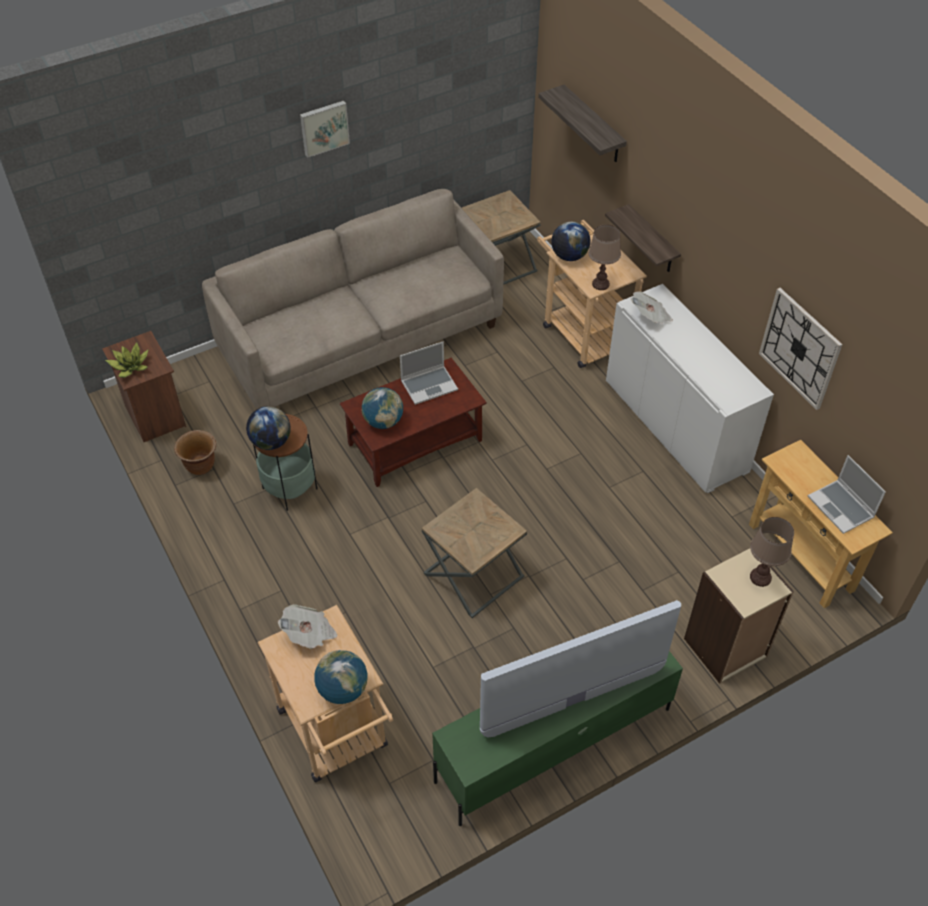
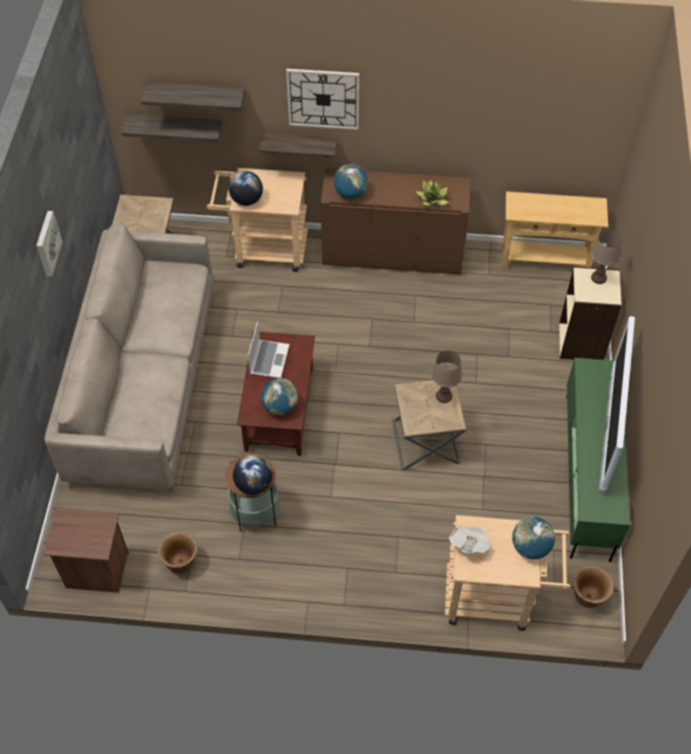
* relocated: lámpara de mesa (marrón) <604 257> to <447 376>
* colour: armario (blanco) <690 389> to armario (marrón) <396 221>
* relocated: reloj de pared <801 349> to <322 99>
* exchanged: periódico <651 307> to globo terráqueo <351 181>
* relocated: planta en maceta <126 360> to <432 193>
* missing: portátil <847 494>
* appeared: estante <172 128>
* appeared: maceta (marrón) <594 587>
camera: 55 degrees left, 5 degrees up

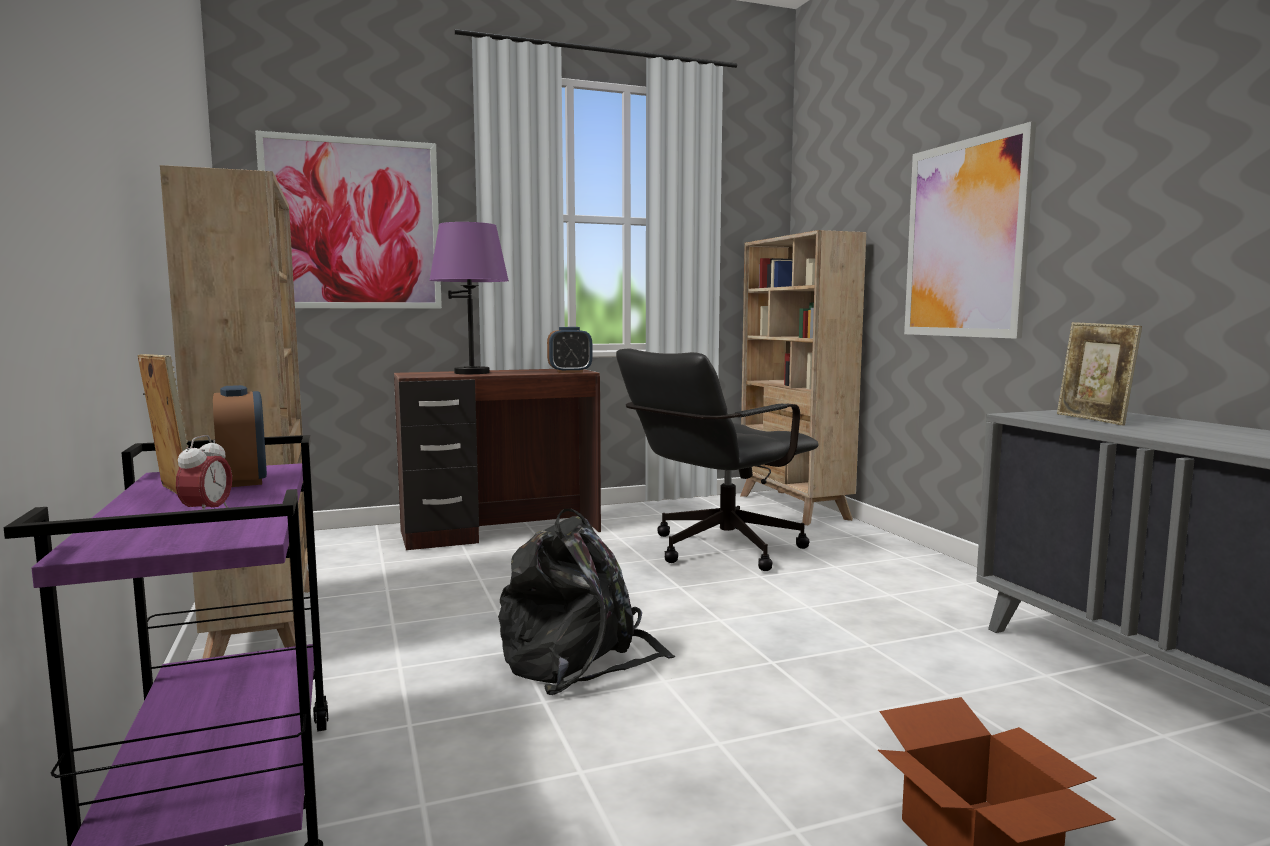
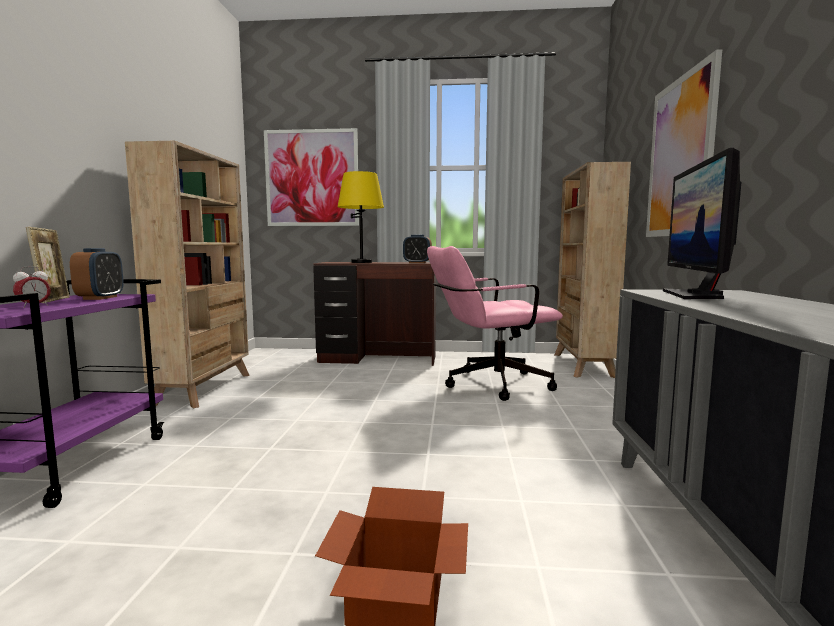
* colour: lámpara de mesa (morado) <469 298> to lámpara de mesa (amarillo) <361 217>
* exchanged: portarretratos <1099 374> to monitor <702 223>
* colour: silla de oficina (negro) <717 460> to silla de oficina (rosa) <495 323>
* missing: mochila (negro) <586 601>
camera: 25 degrees right, 0 degrees up

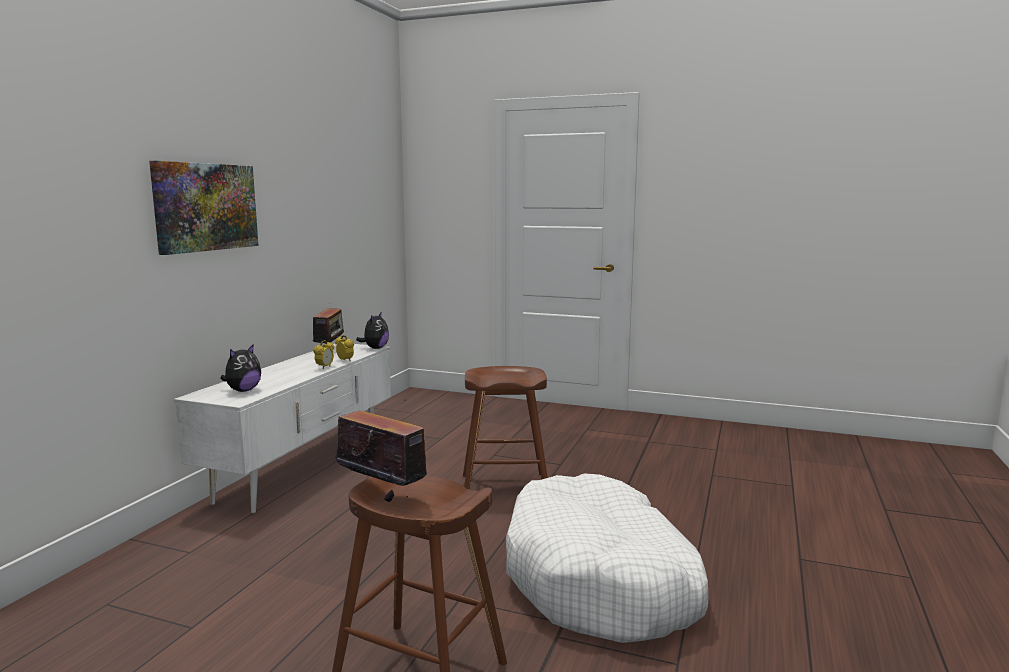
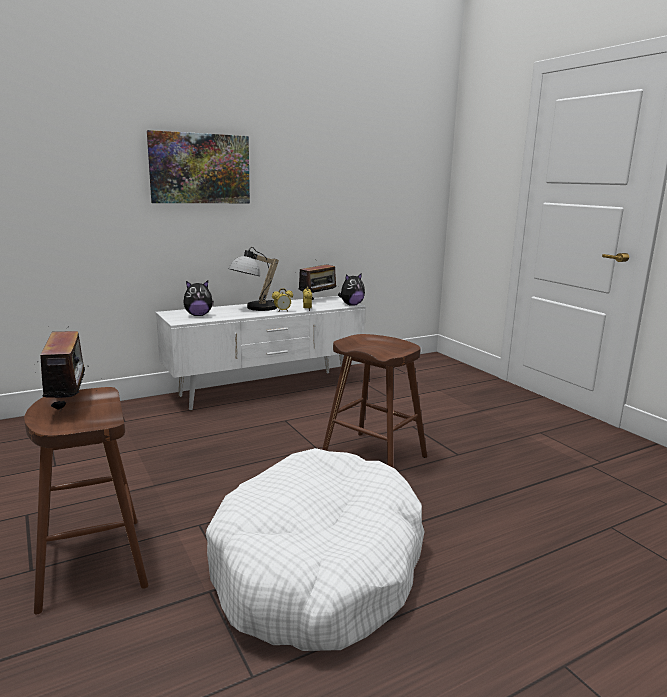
* appeared: lámpara de mesa <253 279>
camera: 40 degrees right, 5 degrees up

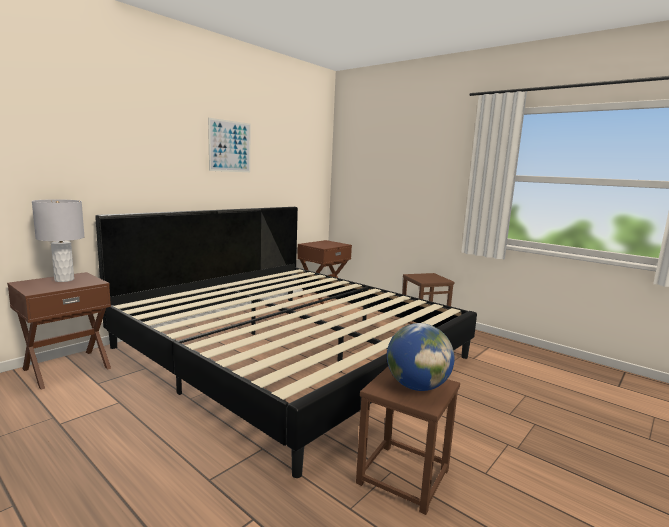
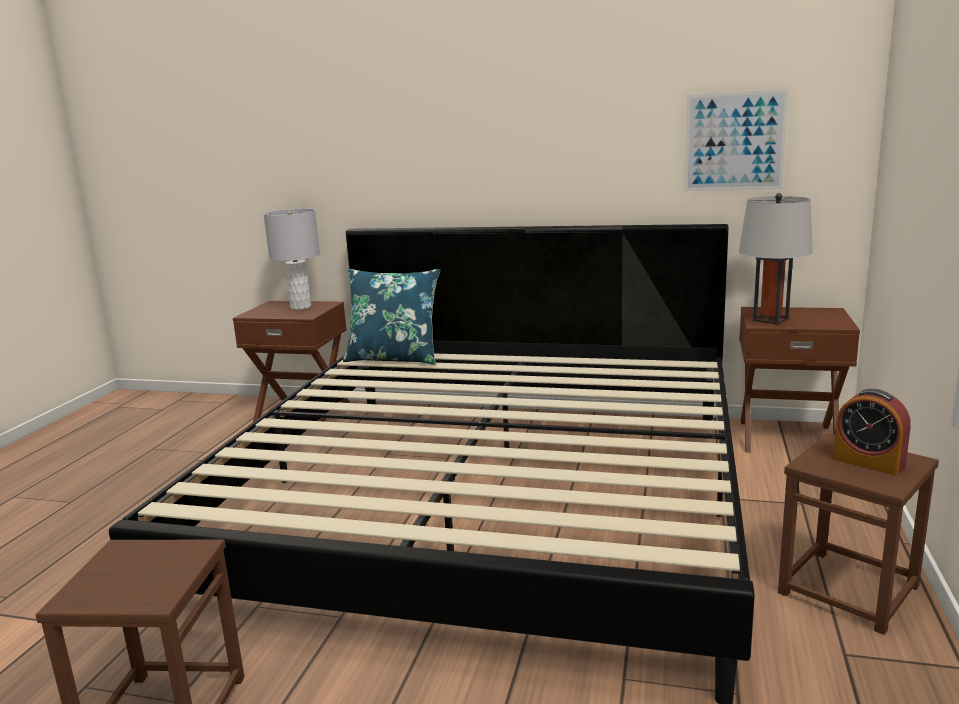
* relocated: cuadro <229 145> to <736 140>
* missing: globo terráqueo <420 357>
* appeared: lámpara de mesa (gris) <776 259>
* appeared: cojín (azul) <391 317>
* appeared: despertador <872 432>
camera: 65 degrees right, 5 degrees up

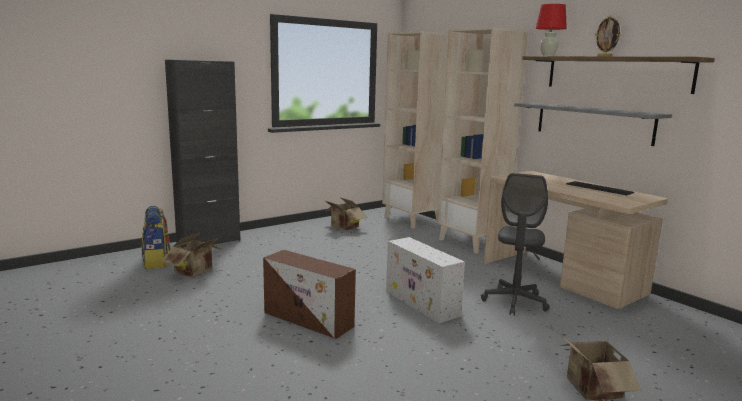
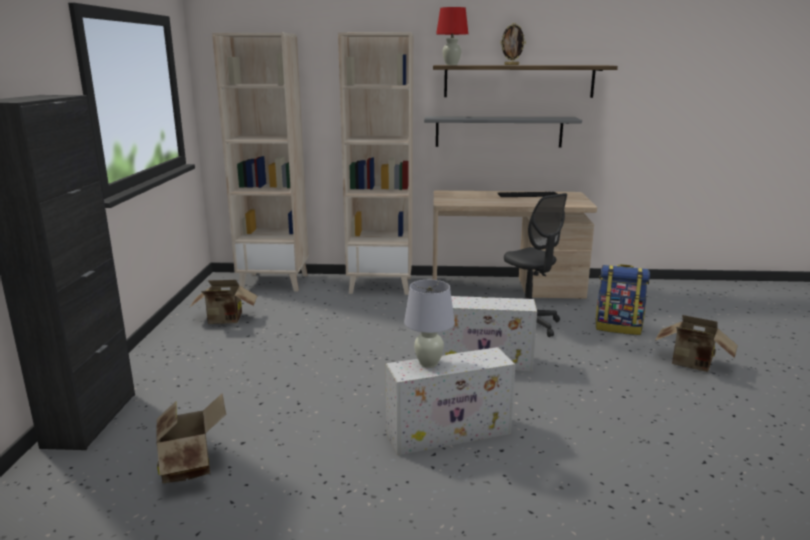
* relocated: mochila <156 237> to <622 299>
* colour: caja de almacenaje (marrón) <309 294> to caja de almacenaje (blanco) <450 401>
* appeared: lámpara de mesa (blanco) <429 324>
camera: 50 degrees left, 5 degrees up

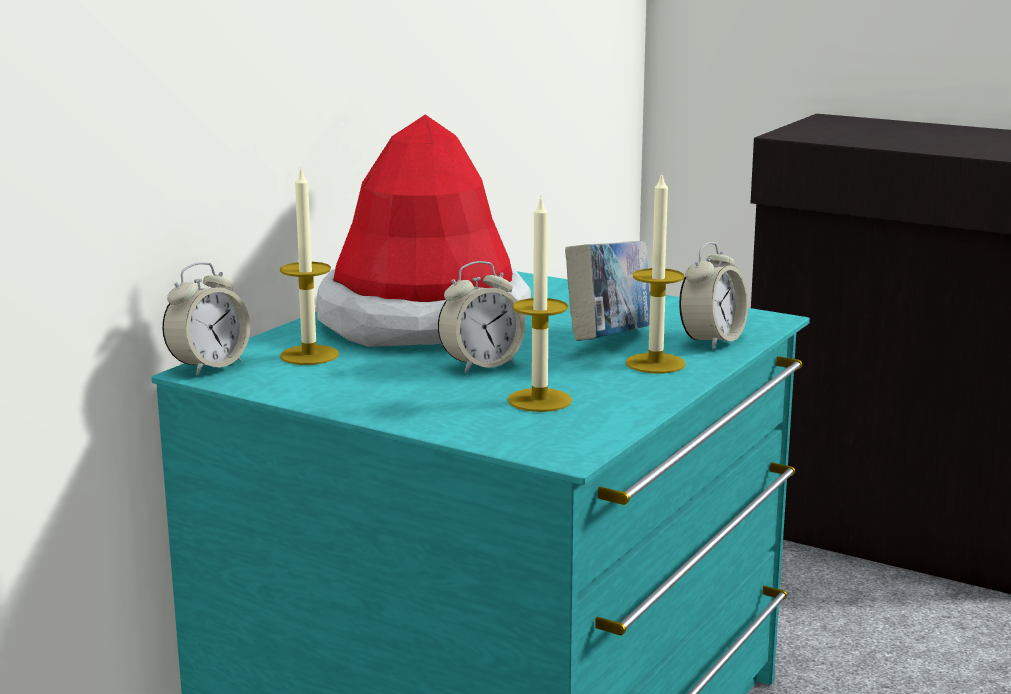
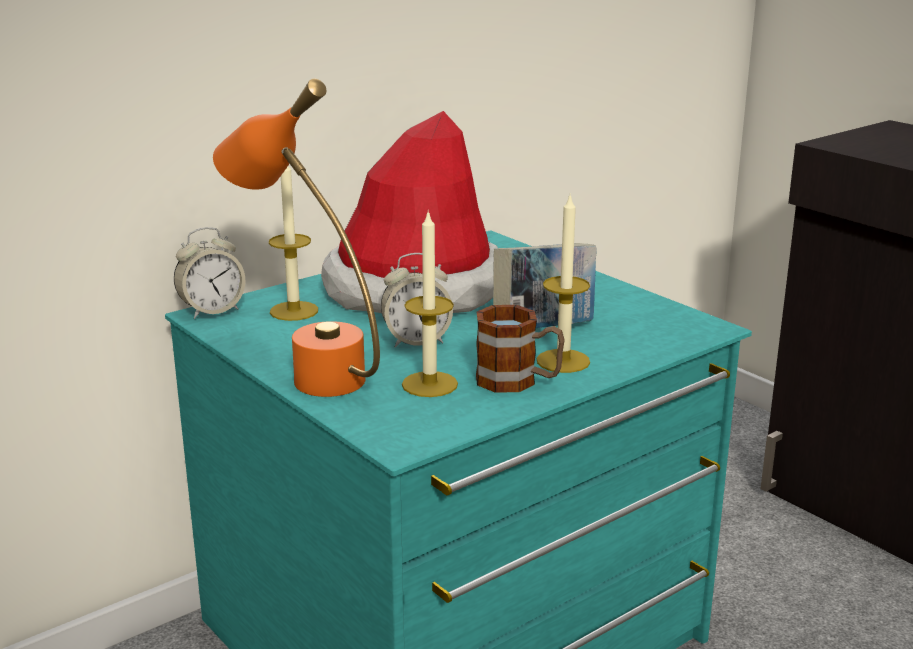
* missing: despertador <713 296>
* appeared: lámpara de mesa (naranja) <296 238>
* appeared: taza grande <520 349>
camera: 20 degrees right, 5 degrees up

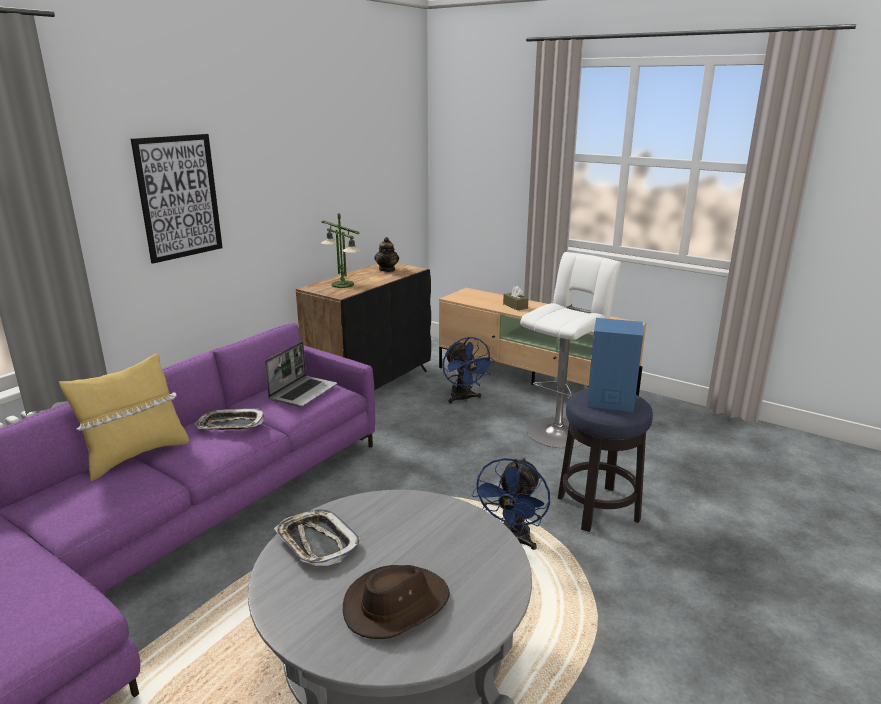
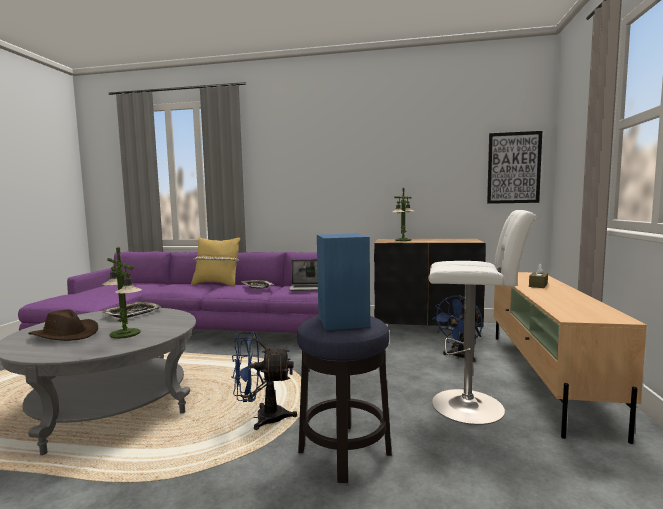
* relocated: cuadro <177 199> to <514 167>
* missing: tetera <386 254>
* appeared: lámpara de mesa <122 293>
camera: 65 degrees right, 15 degrees down

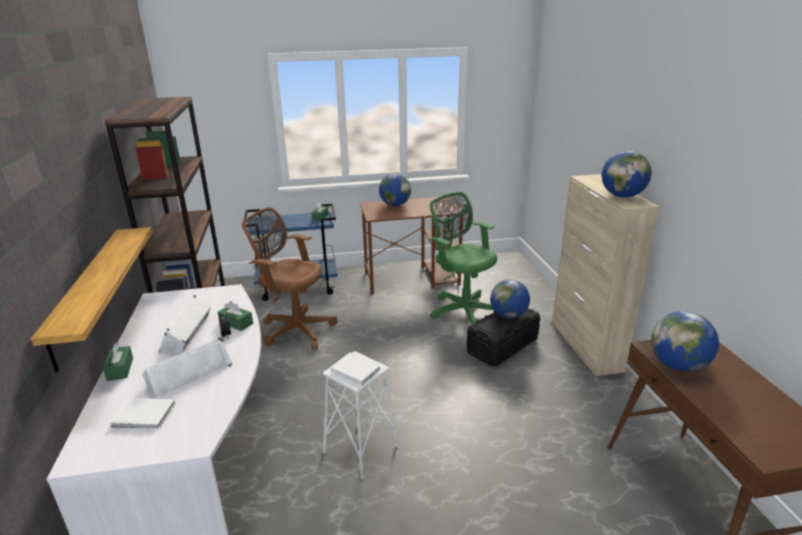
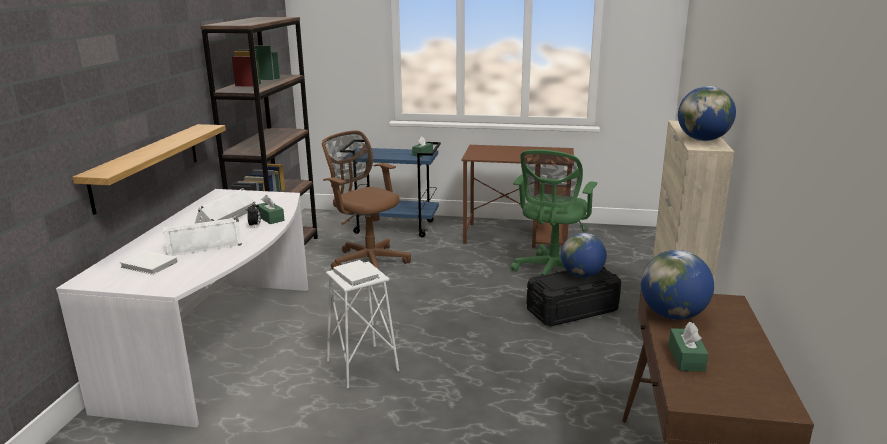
* missing: globo terráqueo <395 190>
* spun: silla de oficina (verde) <463 258> = <553 212> 135 degrees counterclockwise
* relocated: caja de pañuelos (verde) <118 362> to <688 347>
camera: 20 degrees right, 5 degrees down

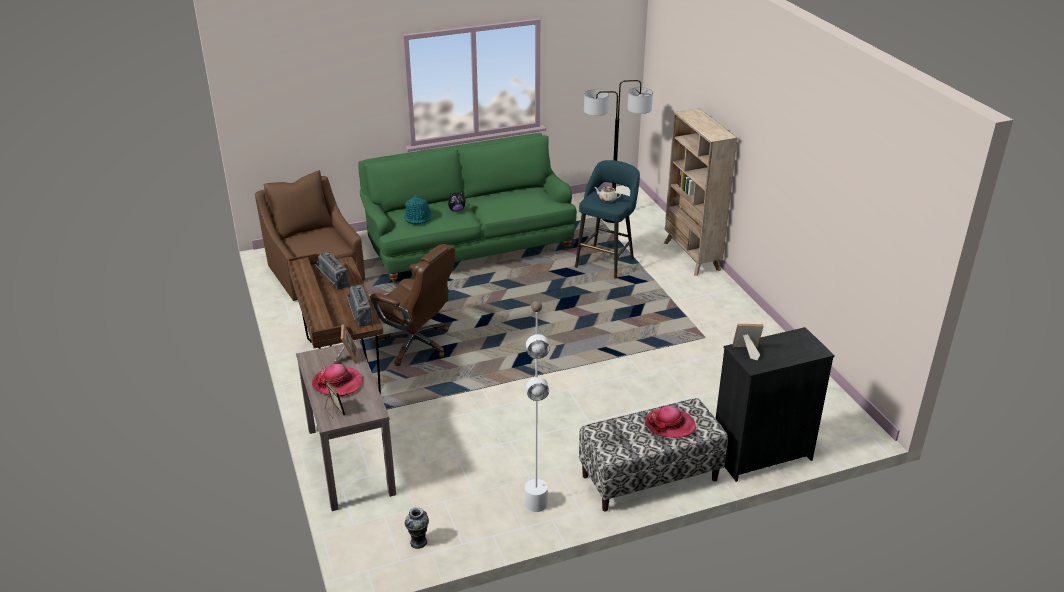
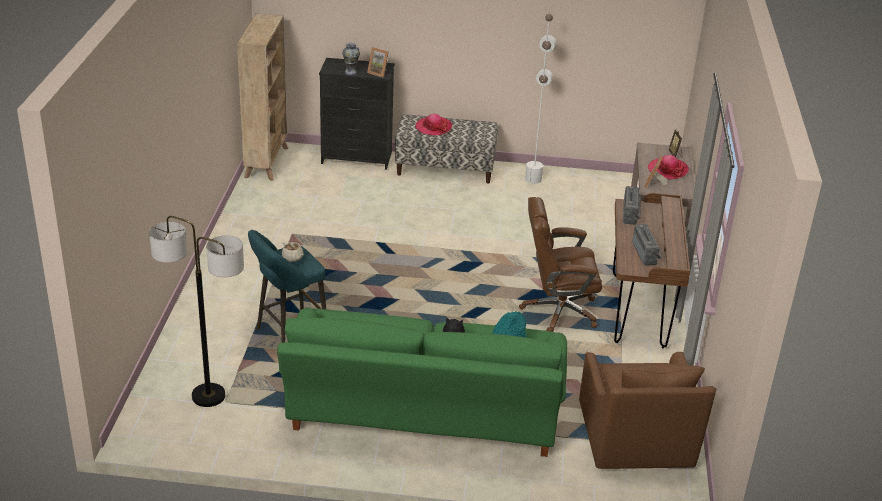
* relocated: estantería (beis) <700 192> to <262 97>
* spun: silla de oficina (marrón) <412 305> = <560 264> 60 degrees counterclockwise
* relocated: florero <417 528> to <351 59>
camera: 155 degrees left, 0 degrees up

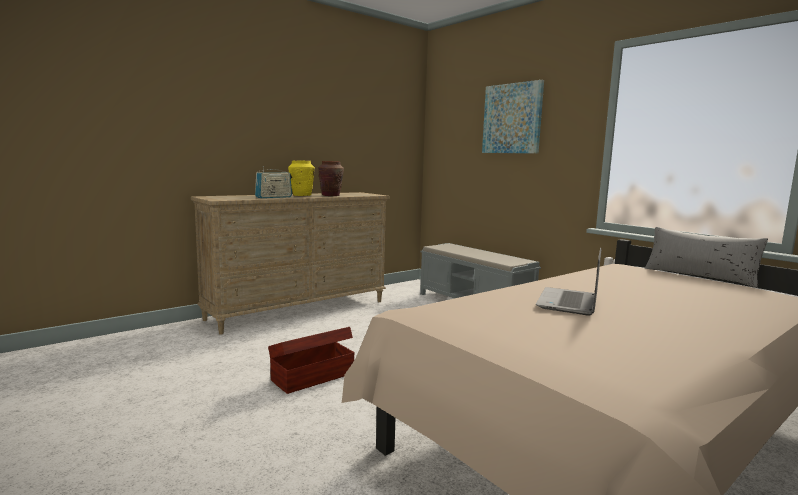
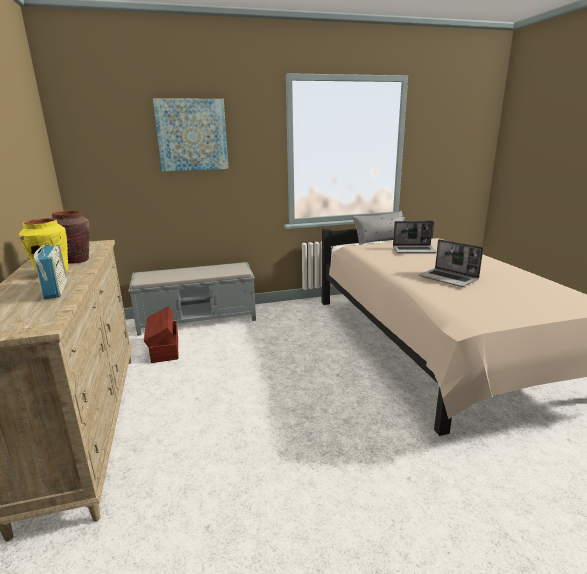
* relocated: caja de almacenaje (marrón) <311 360> to <161 334>
* appeared: portátil <415 237>
camera: 65 degrees left, 10 degrees up

